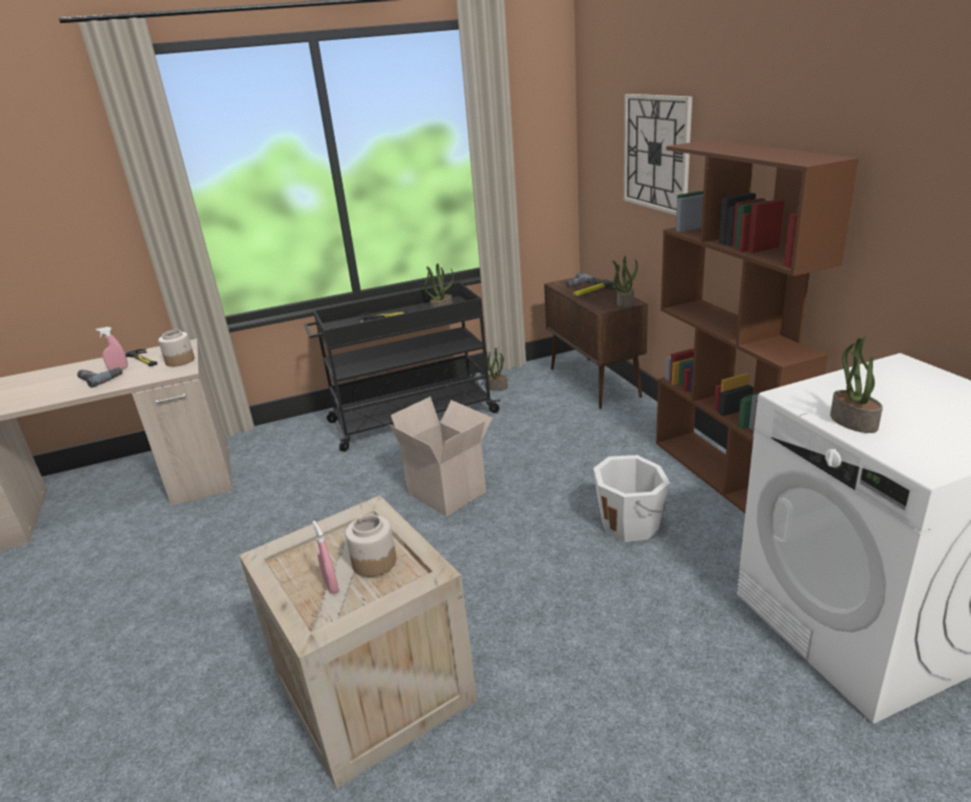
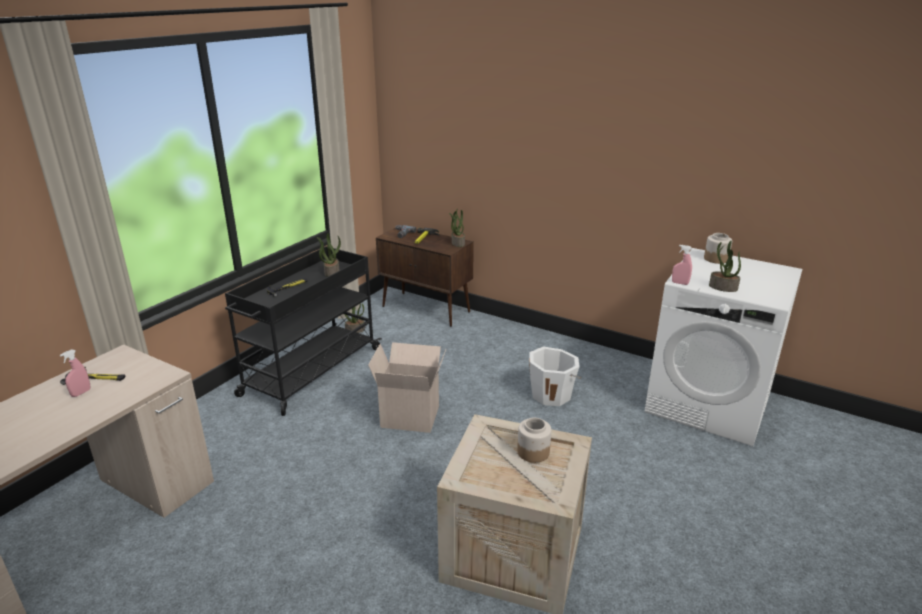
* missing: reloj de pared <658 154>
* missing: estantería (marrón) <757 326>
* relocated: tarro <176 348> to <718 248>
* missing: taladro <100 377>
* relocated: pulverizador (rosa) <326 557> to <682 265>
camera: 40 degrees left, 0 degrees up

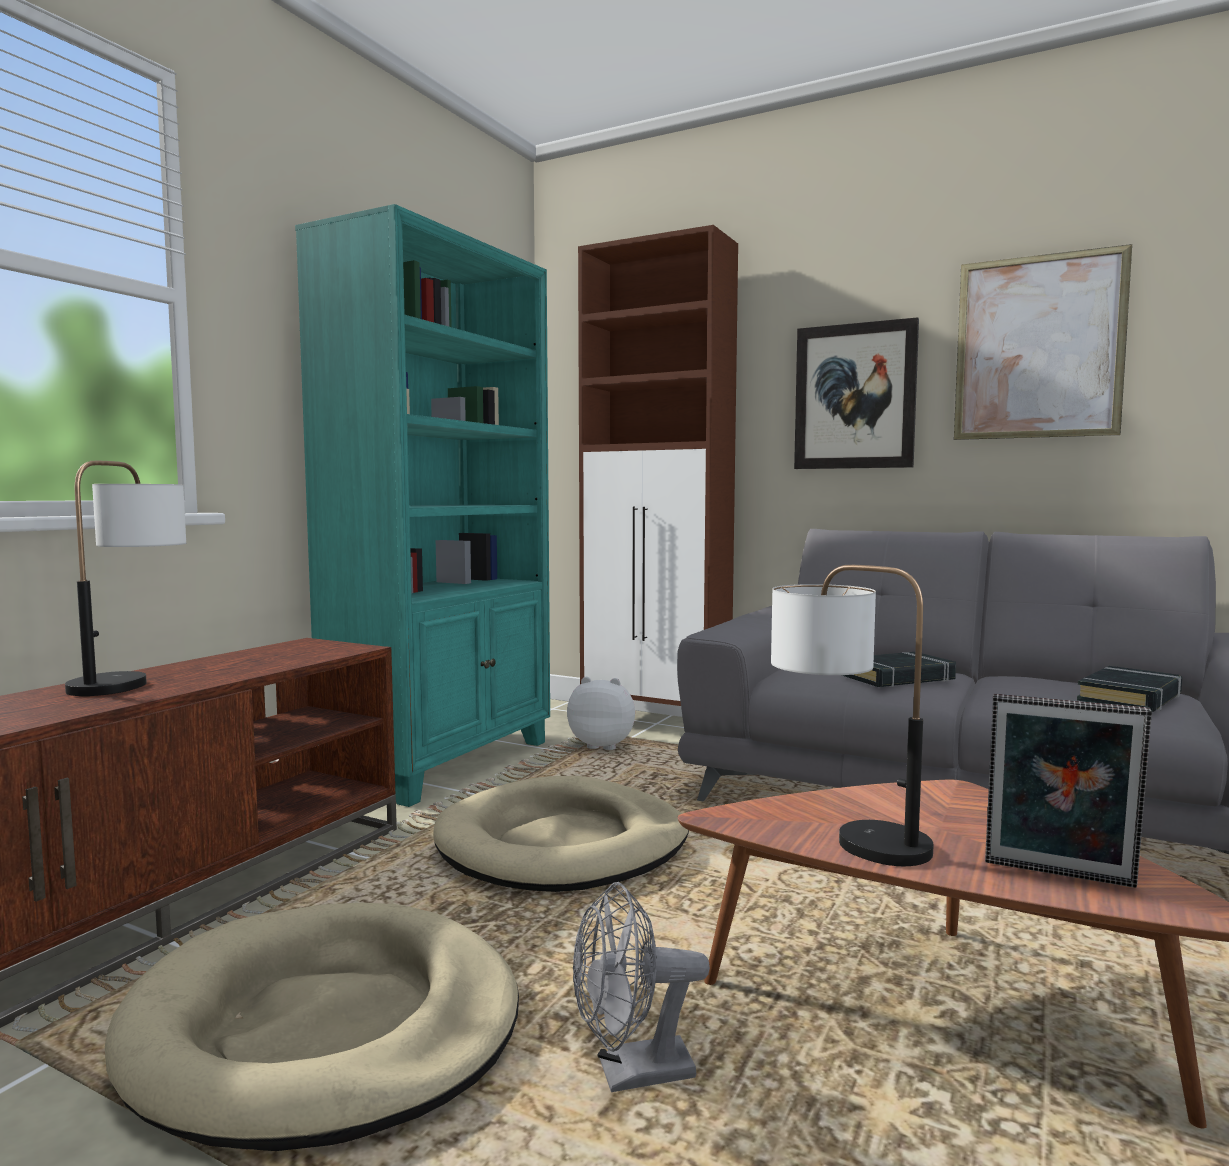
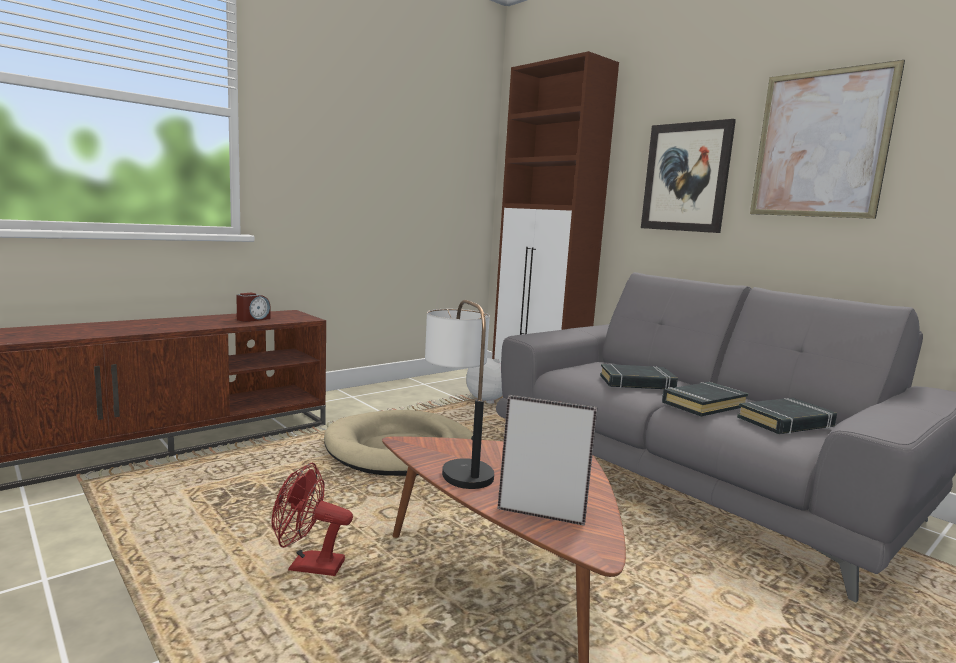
* missing: estantería (turquesa) <422 505>
* missing: lámpara de mesa <125 578>
* spun: portarretratos <1068 791> = <547 460> 150 degrees clockwise
* colour: ventilador (gris) <641 987> to ventilador (rojo) <312 519>
* missing: cama para perro (beis) <312 1027>
* appeared: despertador <253 307>
* appeared: libro (negro) <705 399>
camera: 20 degrees right, 5 degrees up

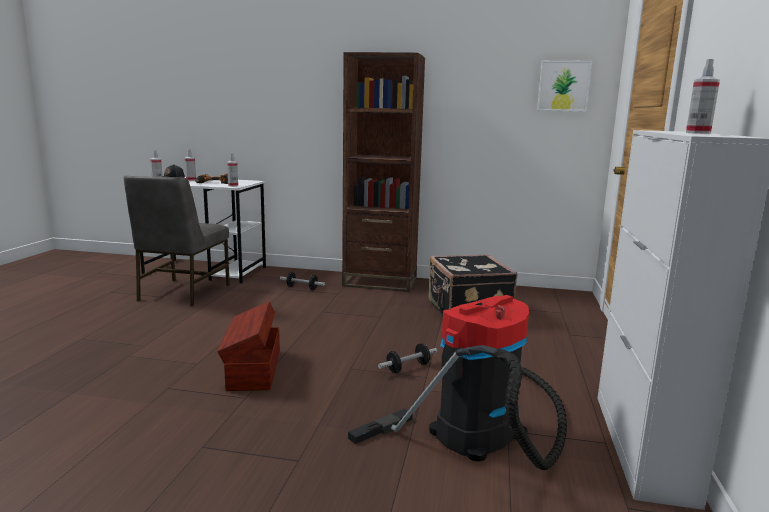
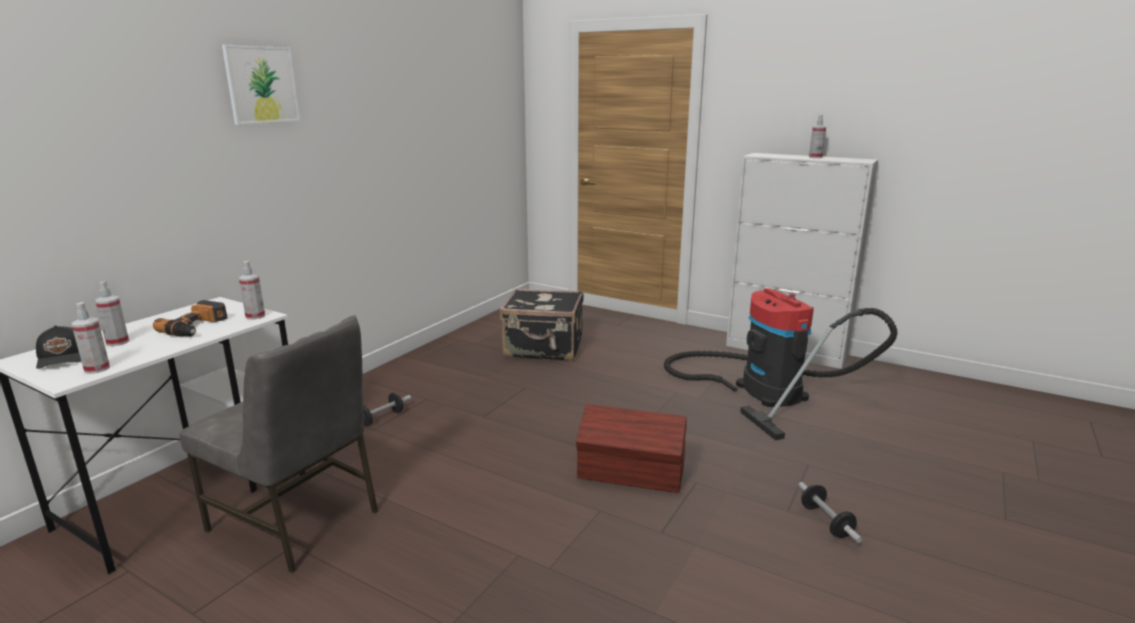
* missing: estantería (marrón) <383 172>
* relocated: cuadro <564 86> to <261 85>
* relocated: mancuerna <407 358> to <830 512>
camera: 70 degrees left, 5 degrees up

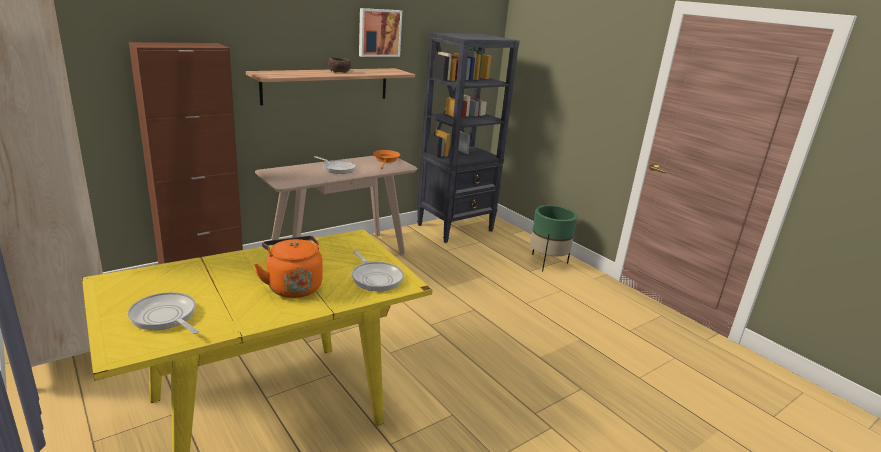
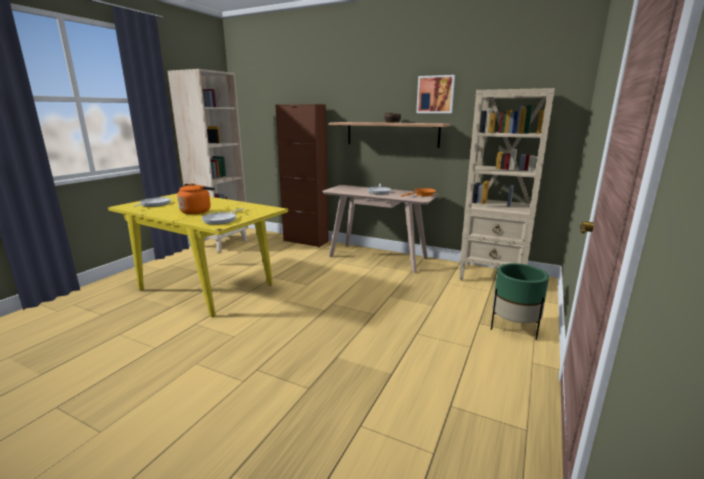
* colour: estantería (negro) <468 138> to estantería (beis) <507 184>
camera: 65 degrees right, 5 degrees down

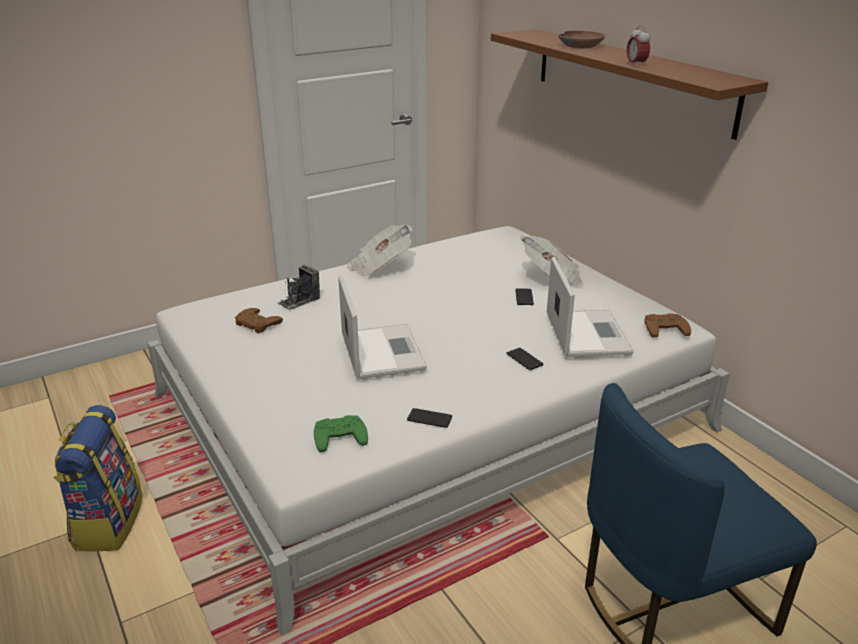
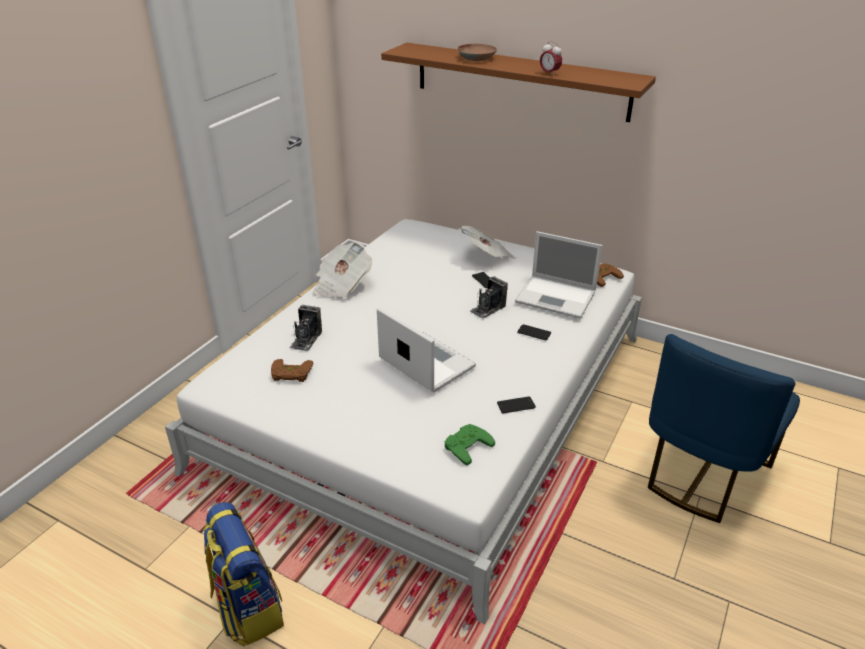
* spun: portátil <590 307> = <559 275> 150 degrees clockwise
* appeared: cámara <488 297>
camera: 30 degrees left, 5 degrees up

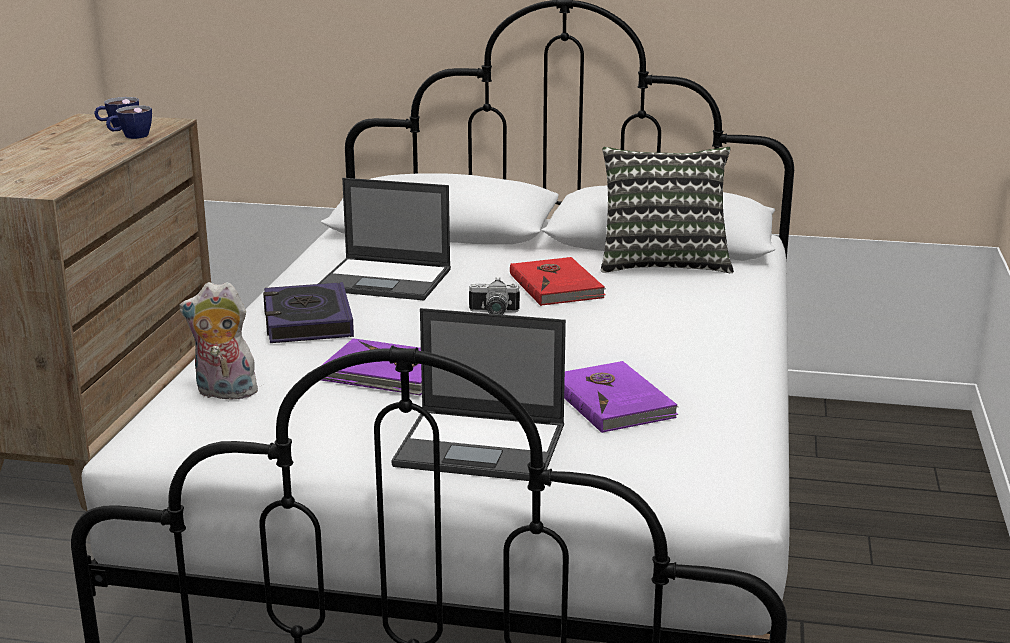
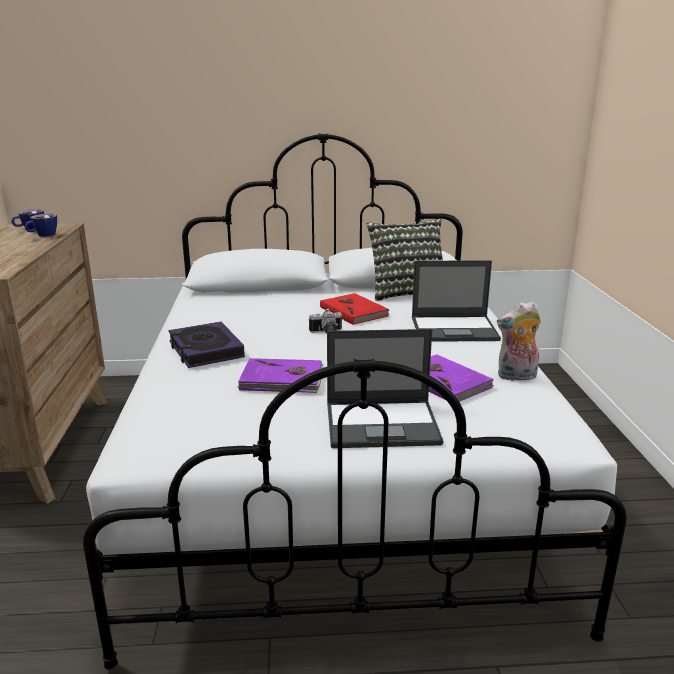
* relocated: portátil <384 239> to <456 301>
* relocated: peluche <218 340> to <519 341>
camera: 15 degrees left, 0 degrees up

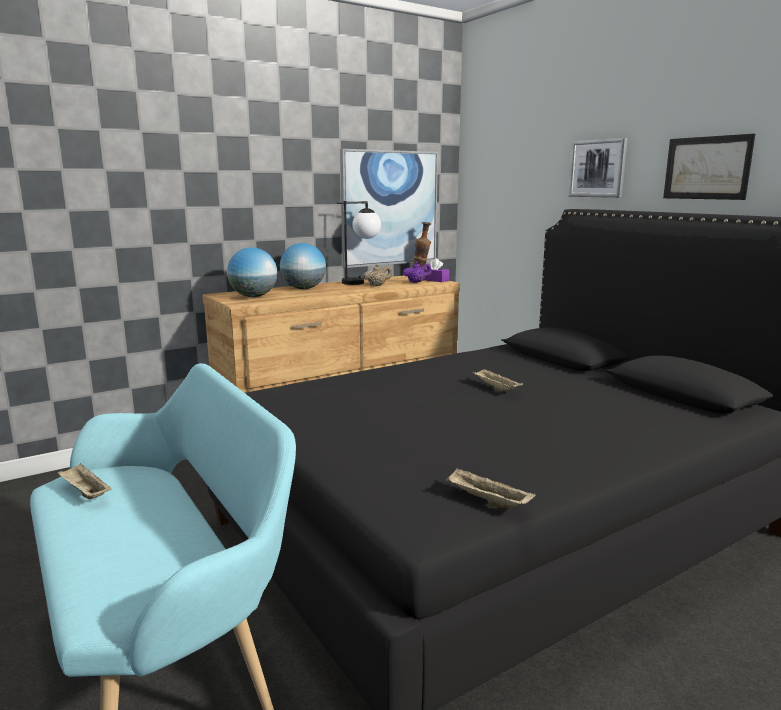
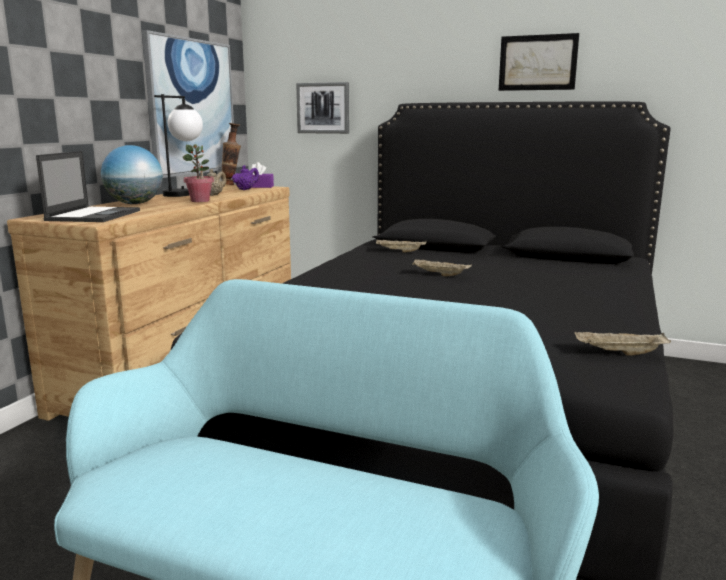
* relocated: cuadro <598 168> to <322 108>
* exchanged: globo terráqueo <252 272> to portátil <88 186>
* relocated: bandeja (beis) <85 481> to <401 246>
* appeared: planta en maceta <198 173>
camera: 35 degrees left, 0 degrees up

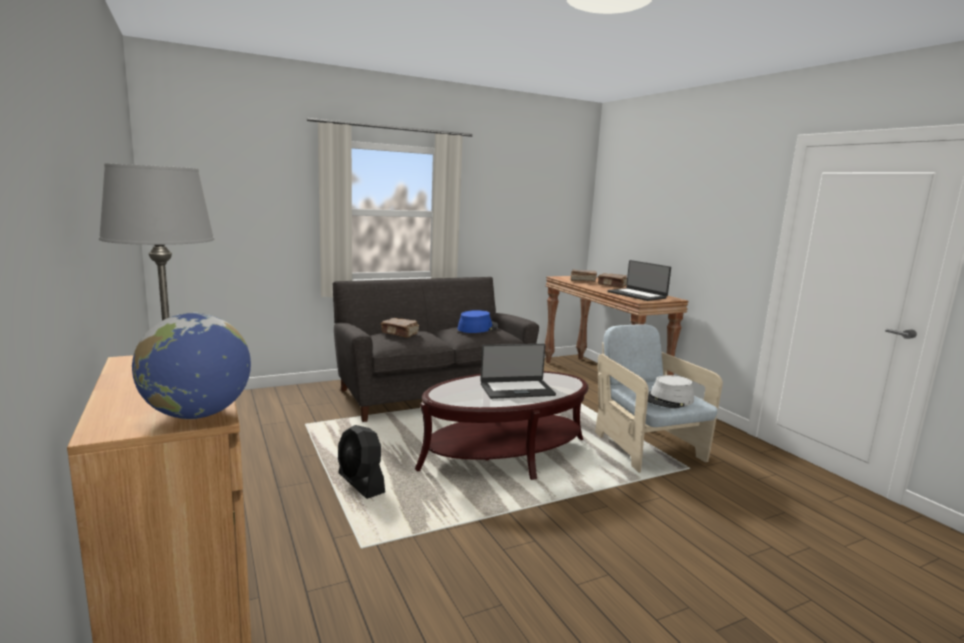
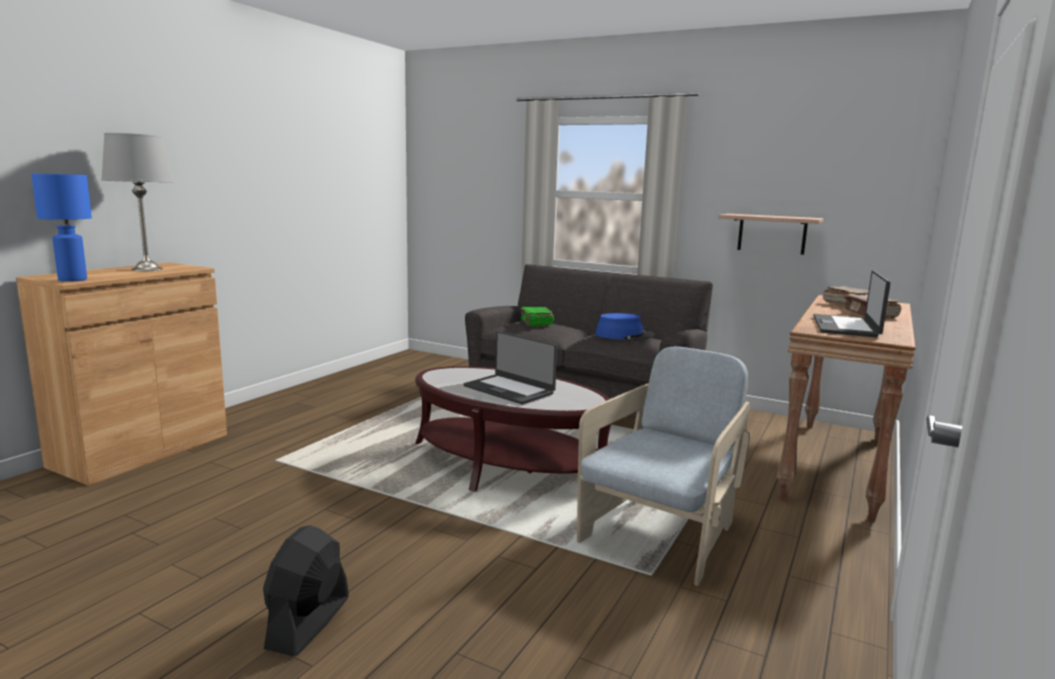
* exchanged: globo terráqueo <191 366> to lámpara de mesa (azul) <61 228>
* colour: libro (marrón) <399 328> to libro (verde) <537 317>
* missing: sombrero (gris) <671 392>
* relocated: ventilador (negro) <361 462> to <306 591>
* appeared: estante <771 234>
camera: 55 degrees right, 0 degrees up

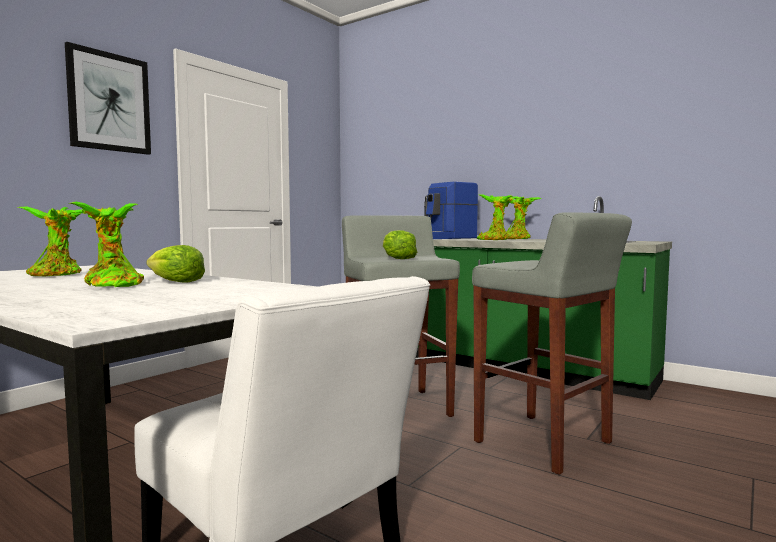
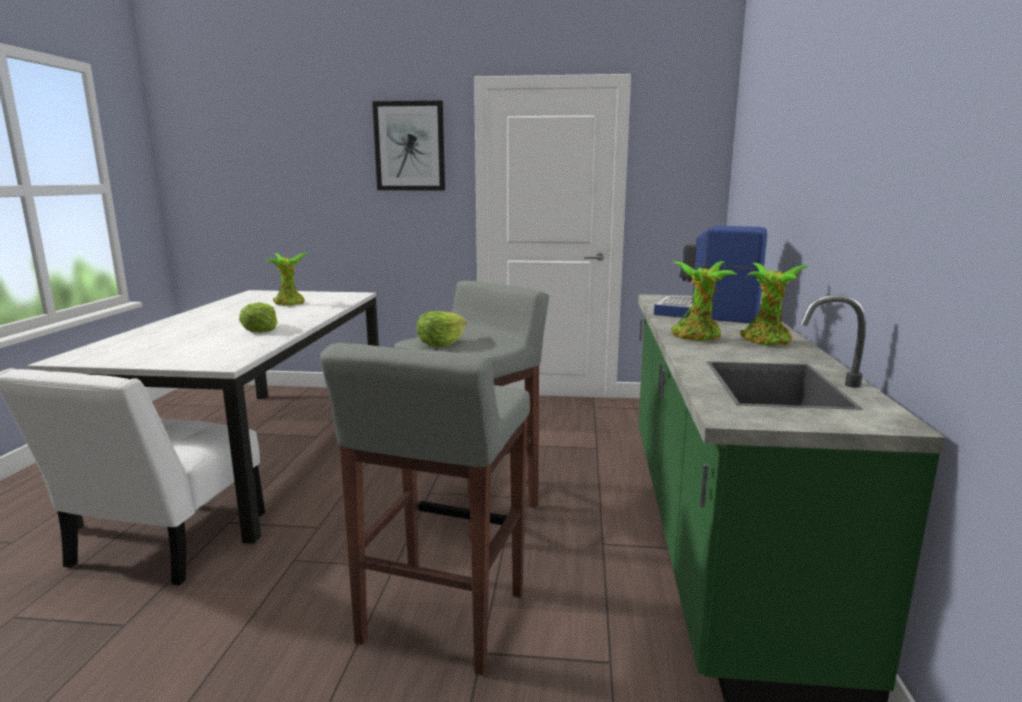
* missing: planta en maceta <106 244>
camera: 60 degrees right, 10 degrees up

